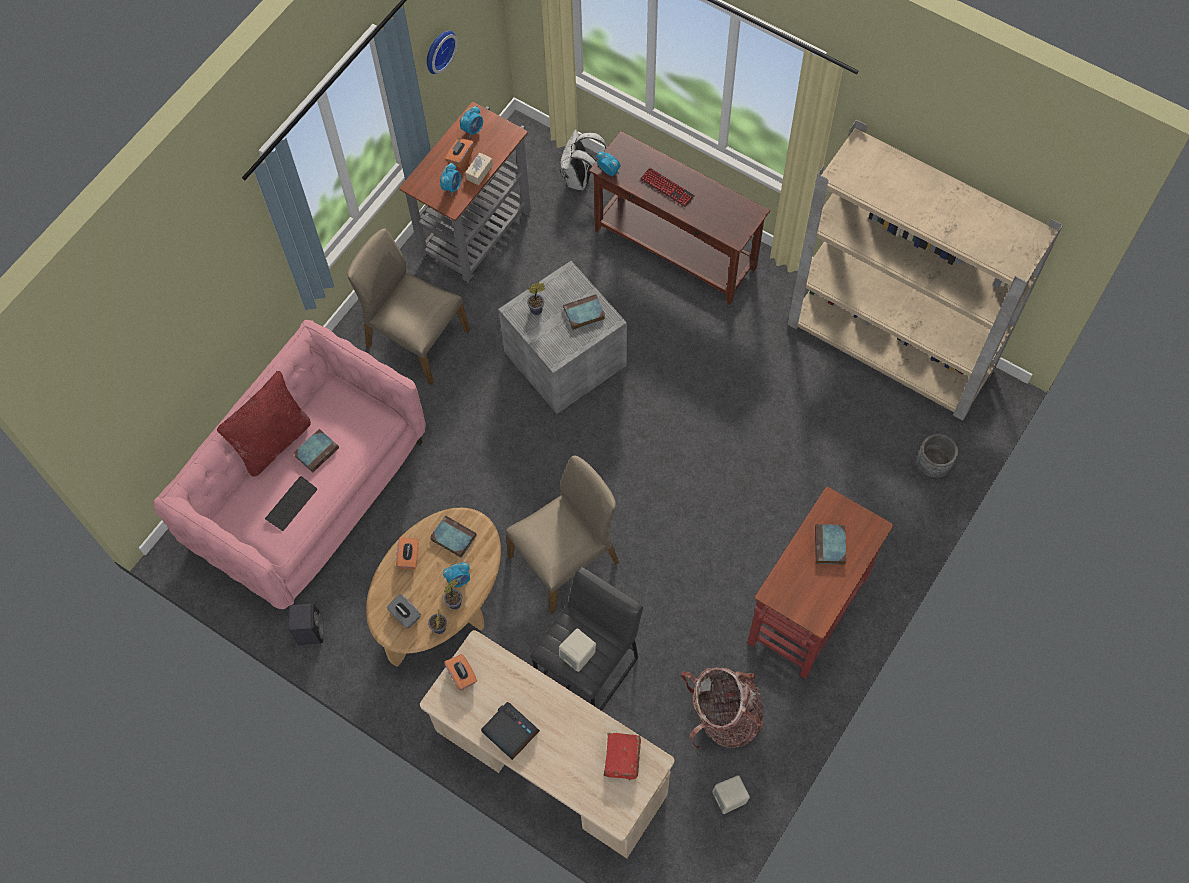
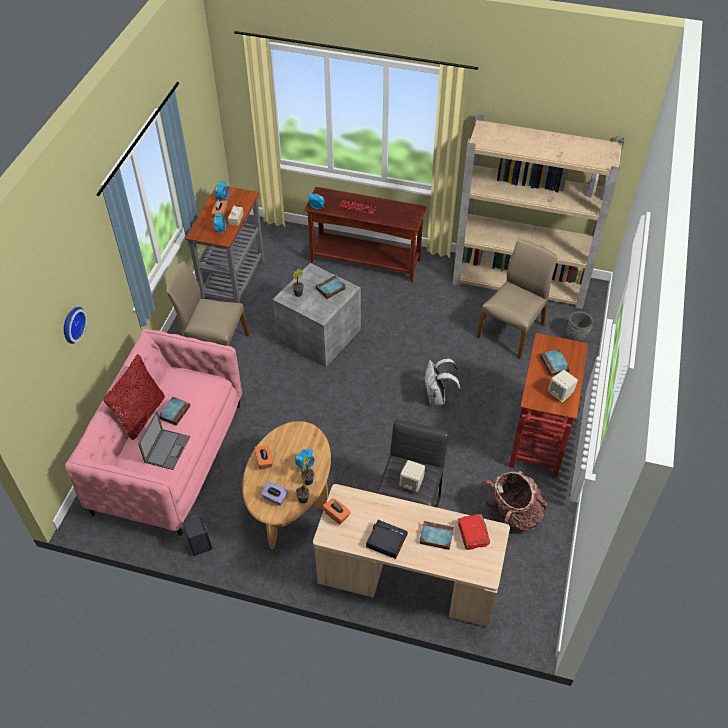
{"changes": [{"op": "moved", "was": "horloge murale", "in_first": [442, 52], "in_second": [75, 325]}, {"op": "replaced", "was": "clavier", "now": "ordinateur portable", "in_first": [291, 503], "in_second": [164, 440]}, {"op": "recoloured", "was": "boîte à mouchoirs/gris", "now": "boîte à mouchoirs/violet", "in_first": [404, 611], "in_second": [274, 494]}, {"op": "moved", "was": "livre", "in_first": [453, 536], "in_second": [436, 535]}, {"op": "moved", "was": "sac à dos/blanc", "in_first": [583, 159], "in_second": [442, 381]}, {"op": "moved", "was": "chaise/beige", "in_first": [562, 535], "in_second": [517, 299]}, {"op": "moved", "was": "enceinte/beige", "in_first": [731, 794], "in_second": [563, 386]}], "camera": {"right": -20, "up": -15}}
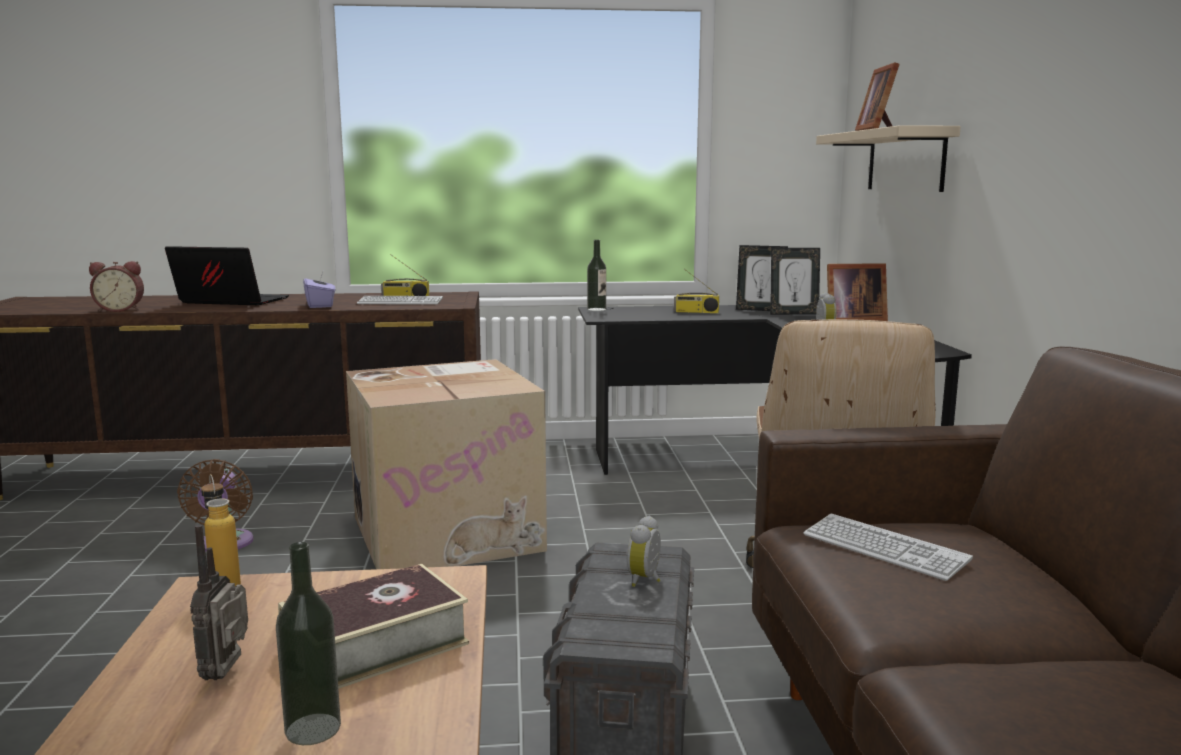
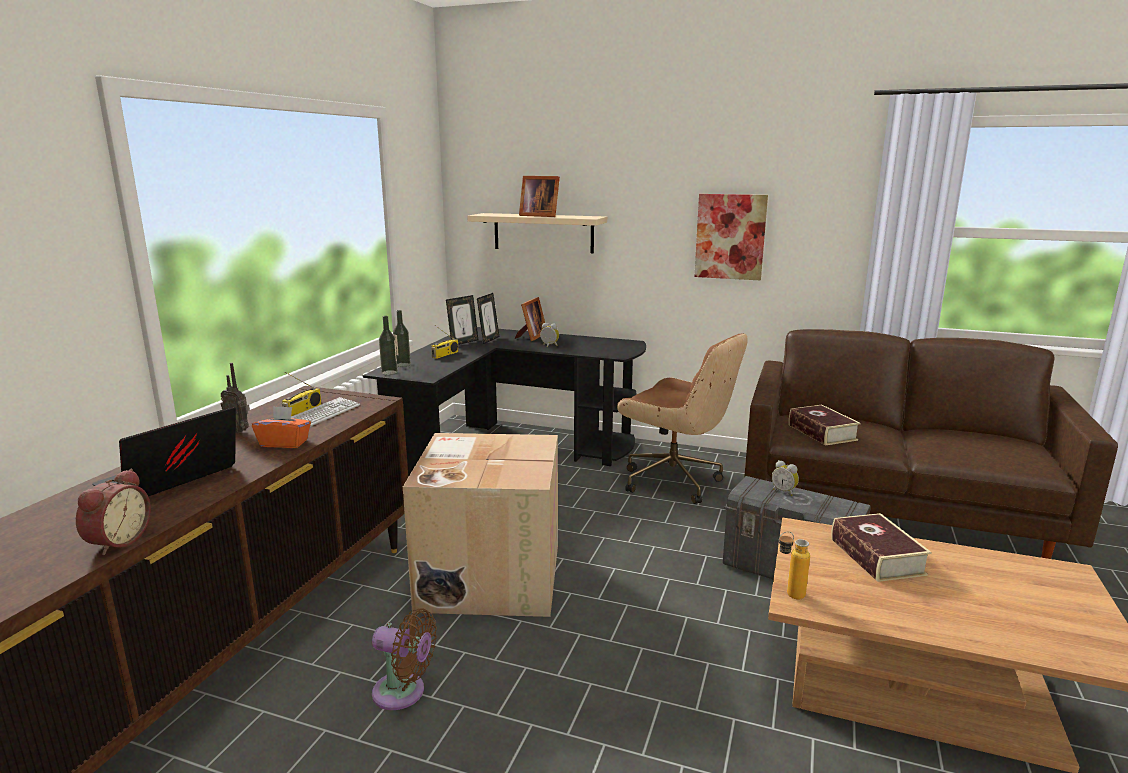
{"changes": [{"op": "moved", "was": "radio", "in_first": [219, 602], "in_second": [235, 398]}, {"op": "recoloured", "was": "boîte à mouchoirs/violet", "now": "boîte à mouchoirs/orange", "in_first": [319, 290], "in_second": [281, 427]}, {"op": "moved", "was": "bouteille", "in_first": [308, 643], "in_second": [402, 338]}, {"op": "added", "now": "tableau", "in_second": [731, 237]}, {"op": "replaced", "was": "clavier", "now": "livre", "in_first": [888, 547], "in_second": [825, 425]}], "camera": {"right": -65, "up": 5}}
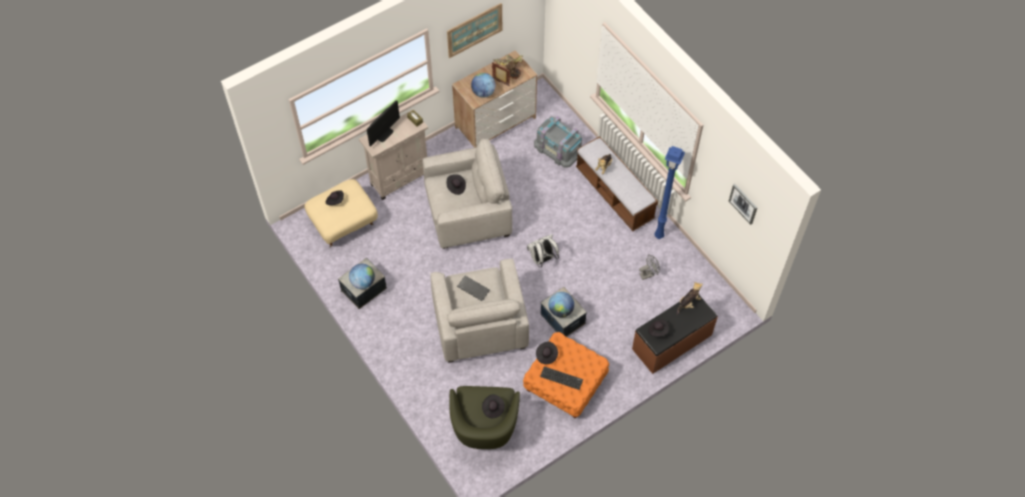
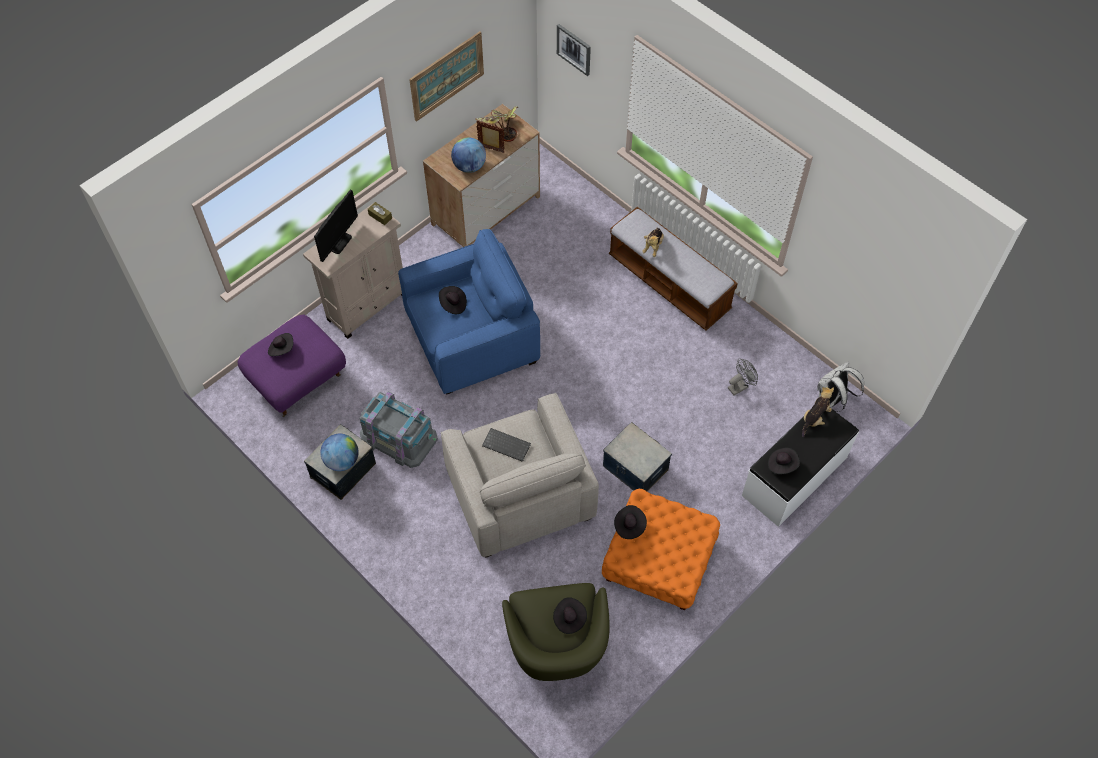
{"changes": [{"op": "recoloured", "was": "pouf/beige", "now": "pouf/violet", "in_first": [341, 213], "in_second": [292, 365]}, {"op": "moved", "was": "boîte de rangement/gris", "in_first": [558, 142], "in_second": [399, 430]}, {"op": "recoloured", "was": "fauteuil/gris", "now": "fauteuil/bleu", "in_first": [467, 194], "in_second": [469, 312]}, {"op": "moved", "was": "tableau", "in_first": [743, 204], "in_second": [574, 50]}, {"op": "recoloured", "was": "banc/marron", "now": "banc/blanc", "in_first": [675, 334], "in_second": [800, 467]}, {"op": "moved", "was": "sac à dos/blanc", "in_first": [543, 251], "in_second": [840, 387]}, {"op": "removed", "was": "clavier", "in_first": [561, 378]}, {"op": "removed", "was": "globe", "in_first": [561, 305]}, {"op": "removed", "was": "lampadaire/bleu", "in_first": [669, 192]}], "camera": {"right": -10, "up": 0}}
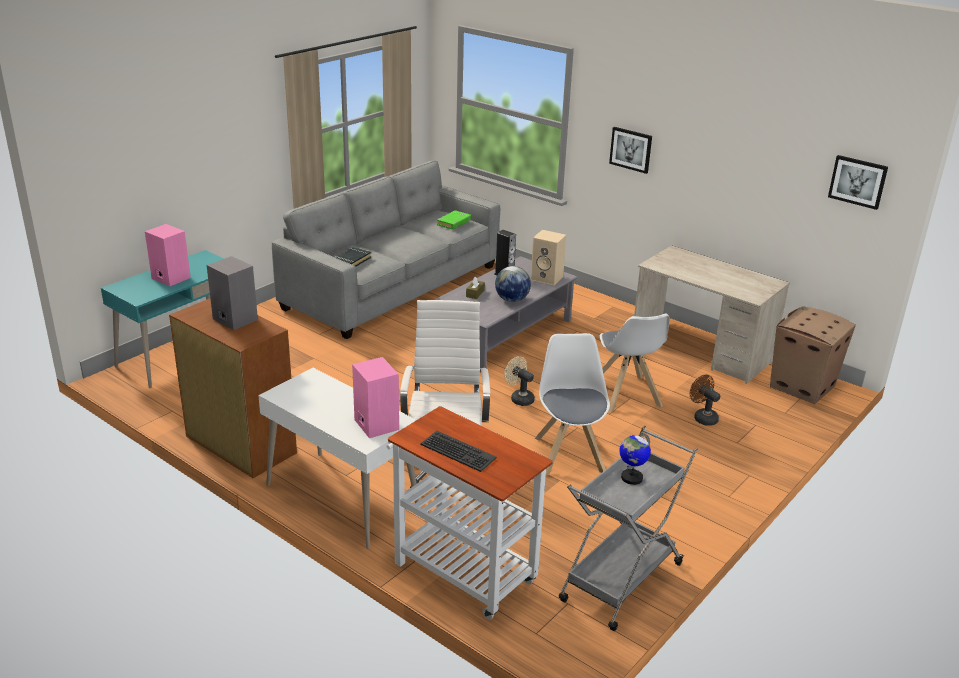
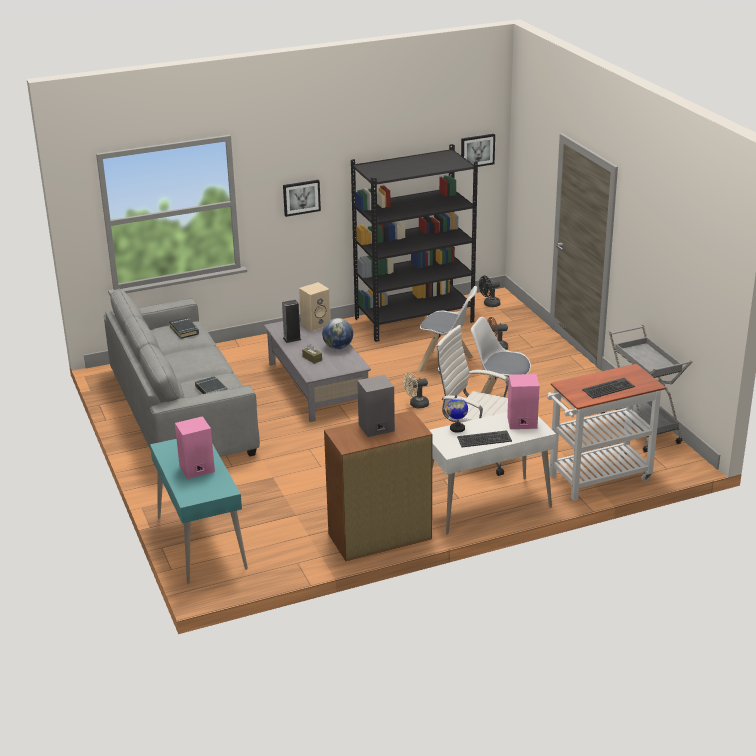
{"changes": [{"op": "recoloured", "was": "livre/vert", "now": "livre/noir", "in_first": [454, 220], "in_second": [184, 328]}, {"op": "replaced", "was": "bureau/beige", "now": "bibliothèque/noir", "in_first": [712, 314], "in_second": [414, 243]}, {"op": "moved", "was": "globe", "in_first": [635, 459], "in_second": [457, 413]}, {"op": "added", "now": "clavier", "in_second": [484, 438]}, {"op": "replaced", "was": "carton", "now": "ventilateur/noir", "in_first": [813, 355], "in_second": [490, 291]}], "camera": {"right": -60, "up": 0}}
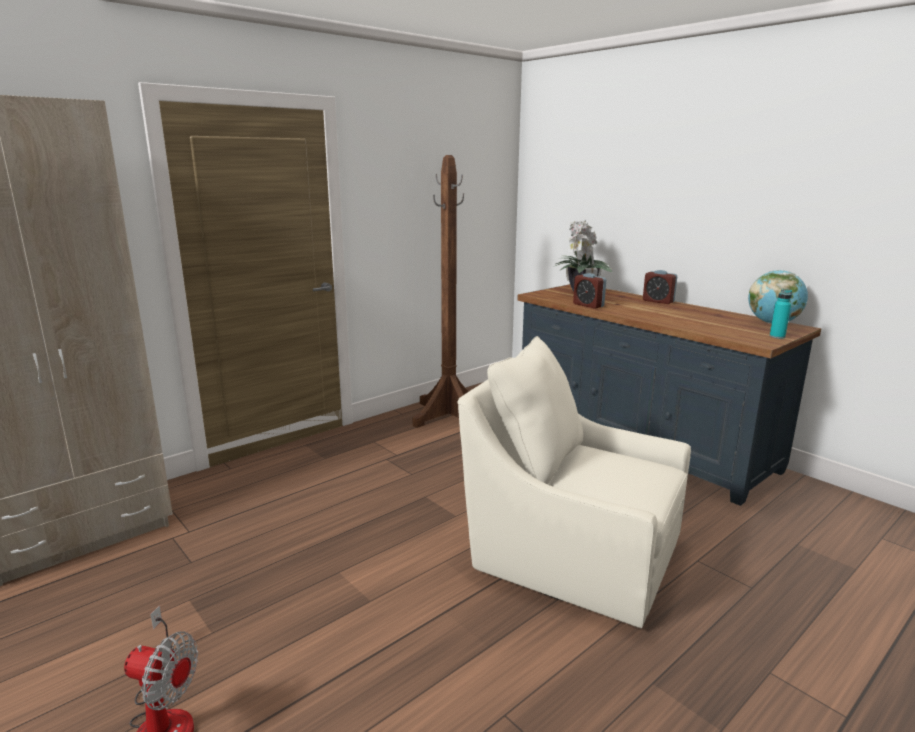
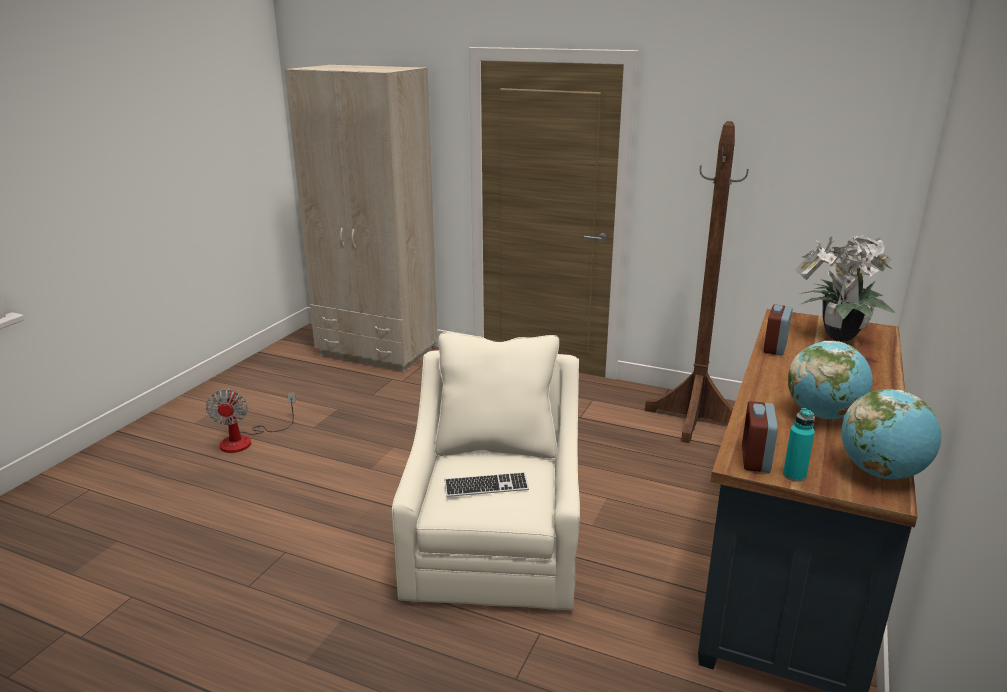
{"changes": [{"op": "added", "now": "clavier", "in_second": [487, 484]}, {"op": "moved", "was": "réveil", "in_first": [660, 287], "in_second": [760, 437]}, {"op": "added", "now": "globe", "in_second": [830, 380]}], "camera": {"right": 65, "up": 5}}
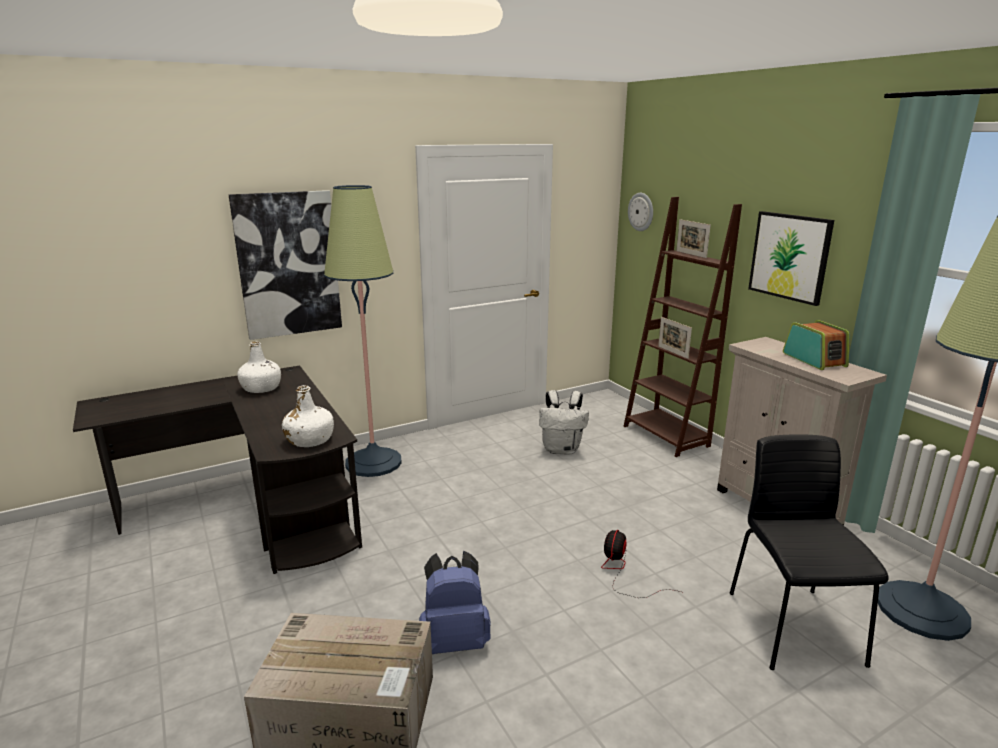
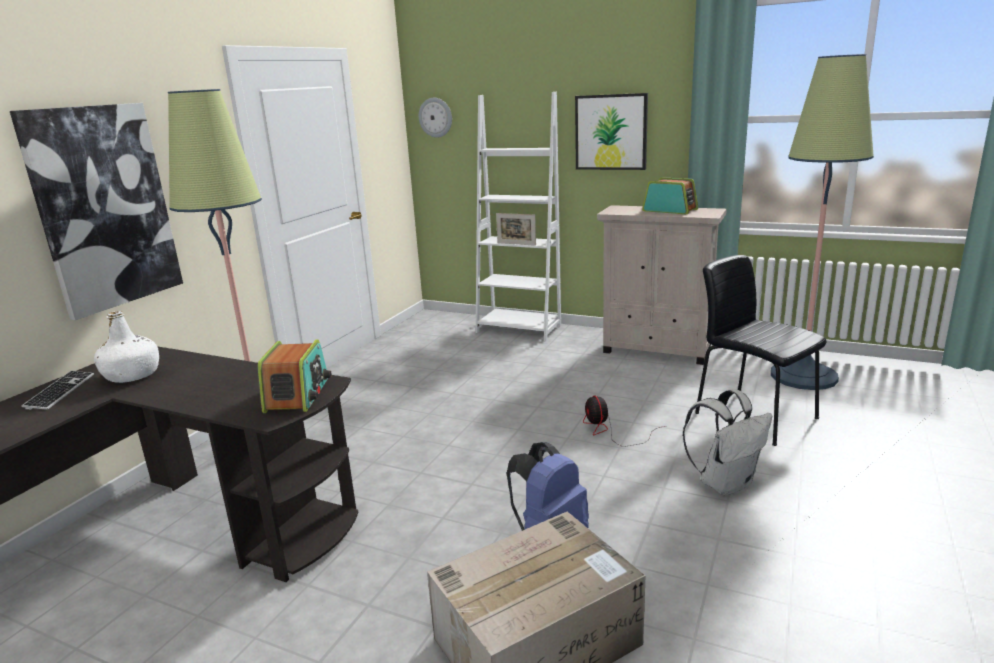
{"changes": [{"op": "added", "now": "clavier", "in_second": [57, 390]}, {"op": "replaced", "was": "bouteille/blanc", "now": "radio", "in_first": [308, 416], "in_second": [295, 376]}, {"op": "recoloured", "was": "bibliothèque/marron", "now": "bibliothèque/blanc", "in_first": [682, 327], "in_second": [518, 216]}, {"op": "moved", "was": "sac à dos/blanc", "in_first": [564, 422], "in_second": [727, 442]}, {"op": "removed", "was": "cadre photo", "in_first": [693, 238]}], "camera": {"right": -35, "up": 0}}
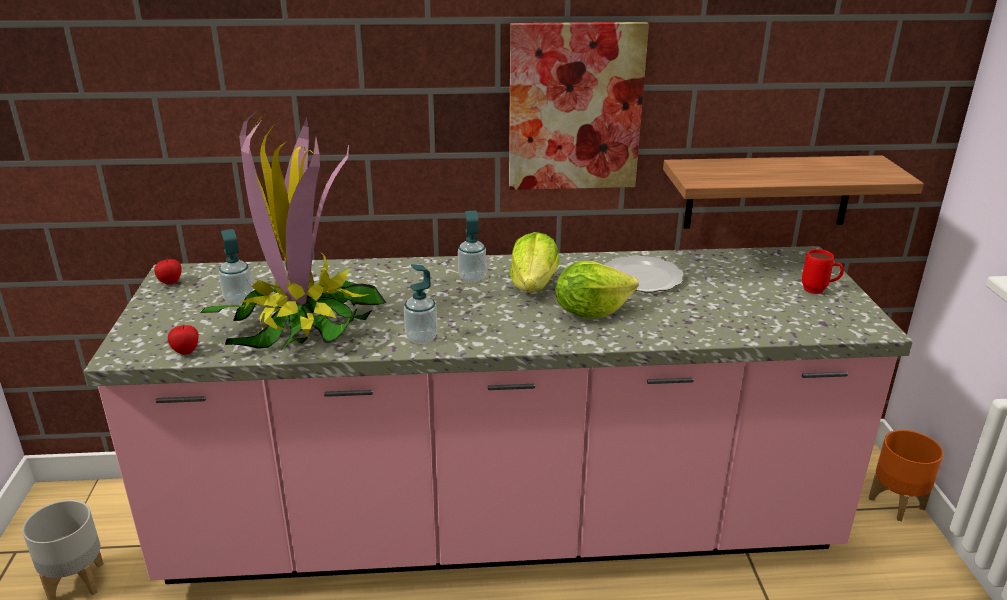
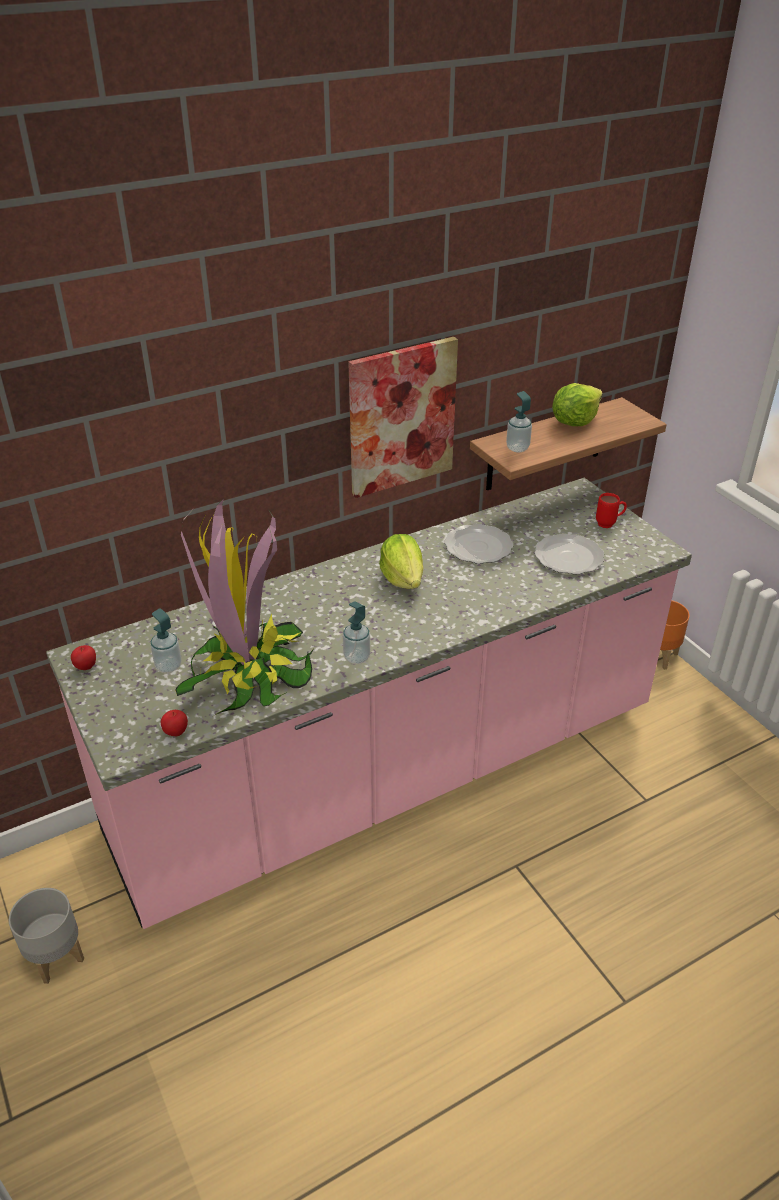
{"changes": [{"op": "moved", "was": "distributeur de savon", "in_first": [472, 247], "in_second": [519, 421]}, {"op": "added", "now": "assiette", "in_second": [569, 554]}, {"op": "moved", "was": "laitue", "in_first": [597, 289], "in_second": [577, 404]}], "camera": {"right": -25, "up": 10}}
